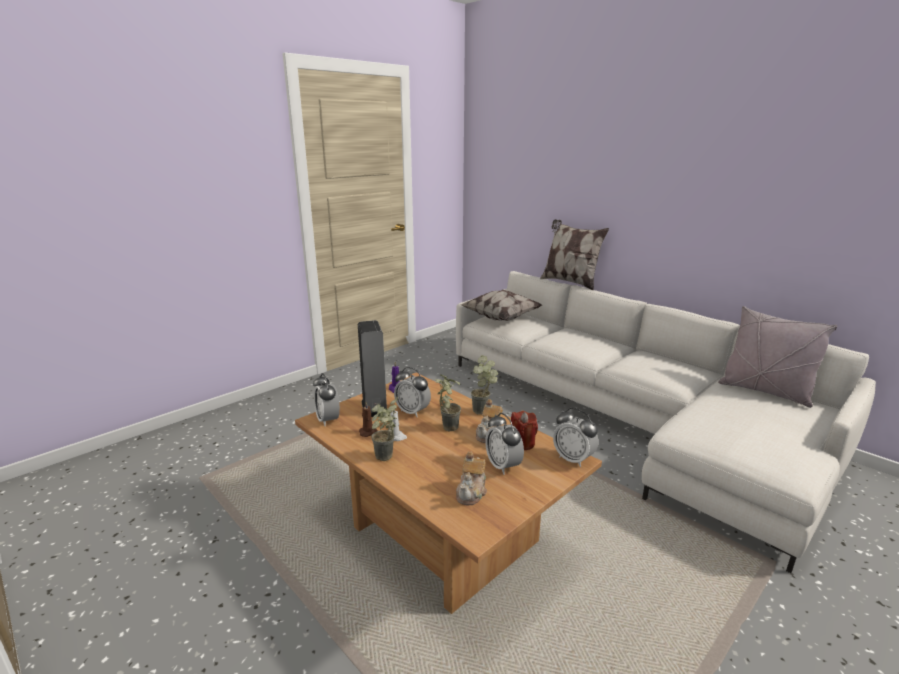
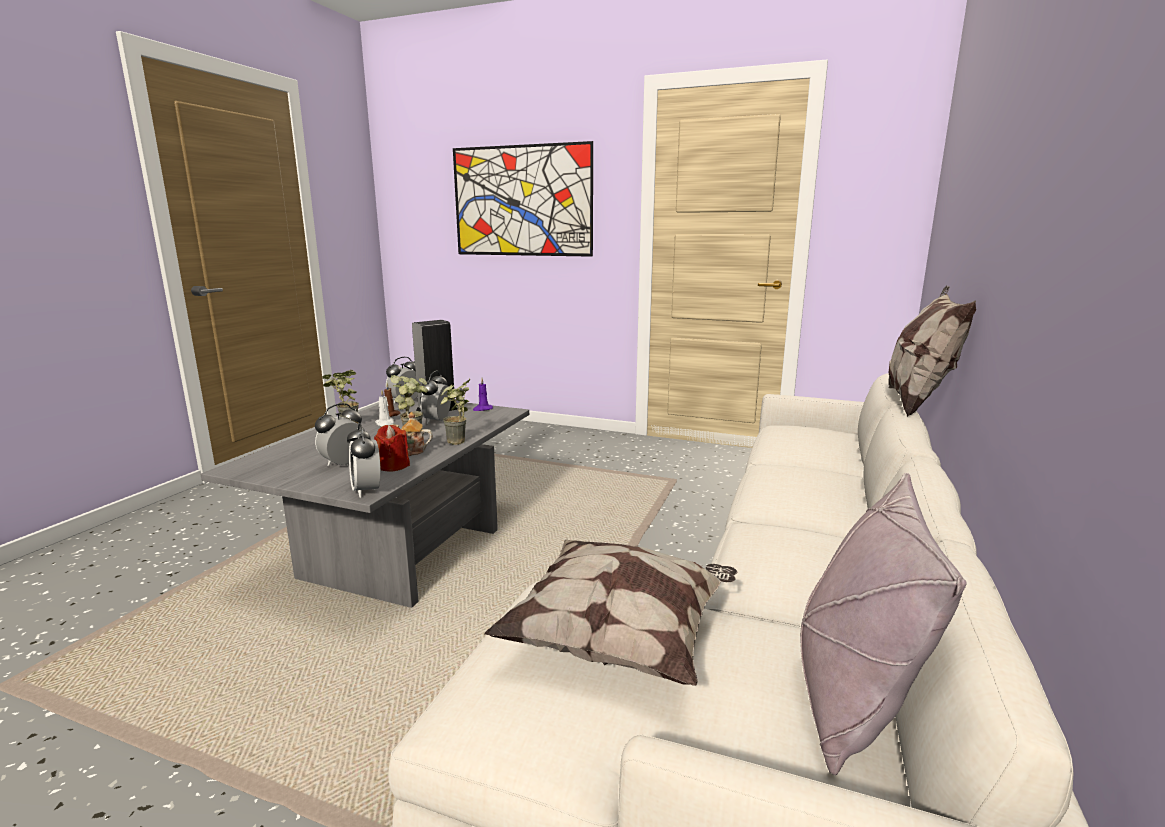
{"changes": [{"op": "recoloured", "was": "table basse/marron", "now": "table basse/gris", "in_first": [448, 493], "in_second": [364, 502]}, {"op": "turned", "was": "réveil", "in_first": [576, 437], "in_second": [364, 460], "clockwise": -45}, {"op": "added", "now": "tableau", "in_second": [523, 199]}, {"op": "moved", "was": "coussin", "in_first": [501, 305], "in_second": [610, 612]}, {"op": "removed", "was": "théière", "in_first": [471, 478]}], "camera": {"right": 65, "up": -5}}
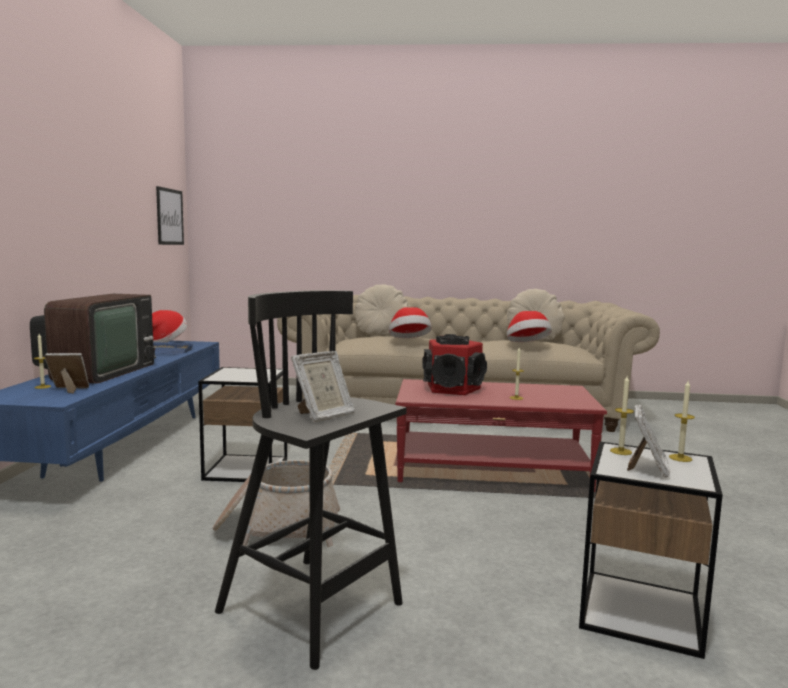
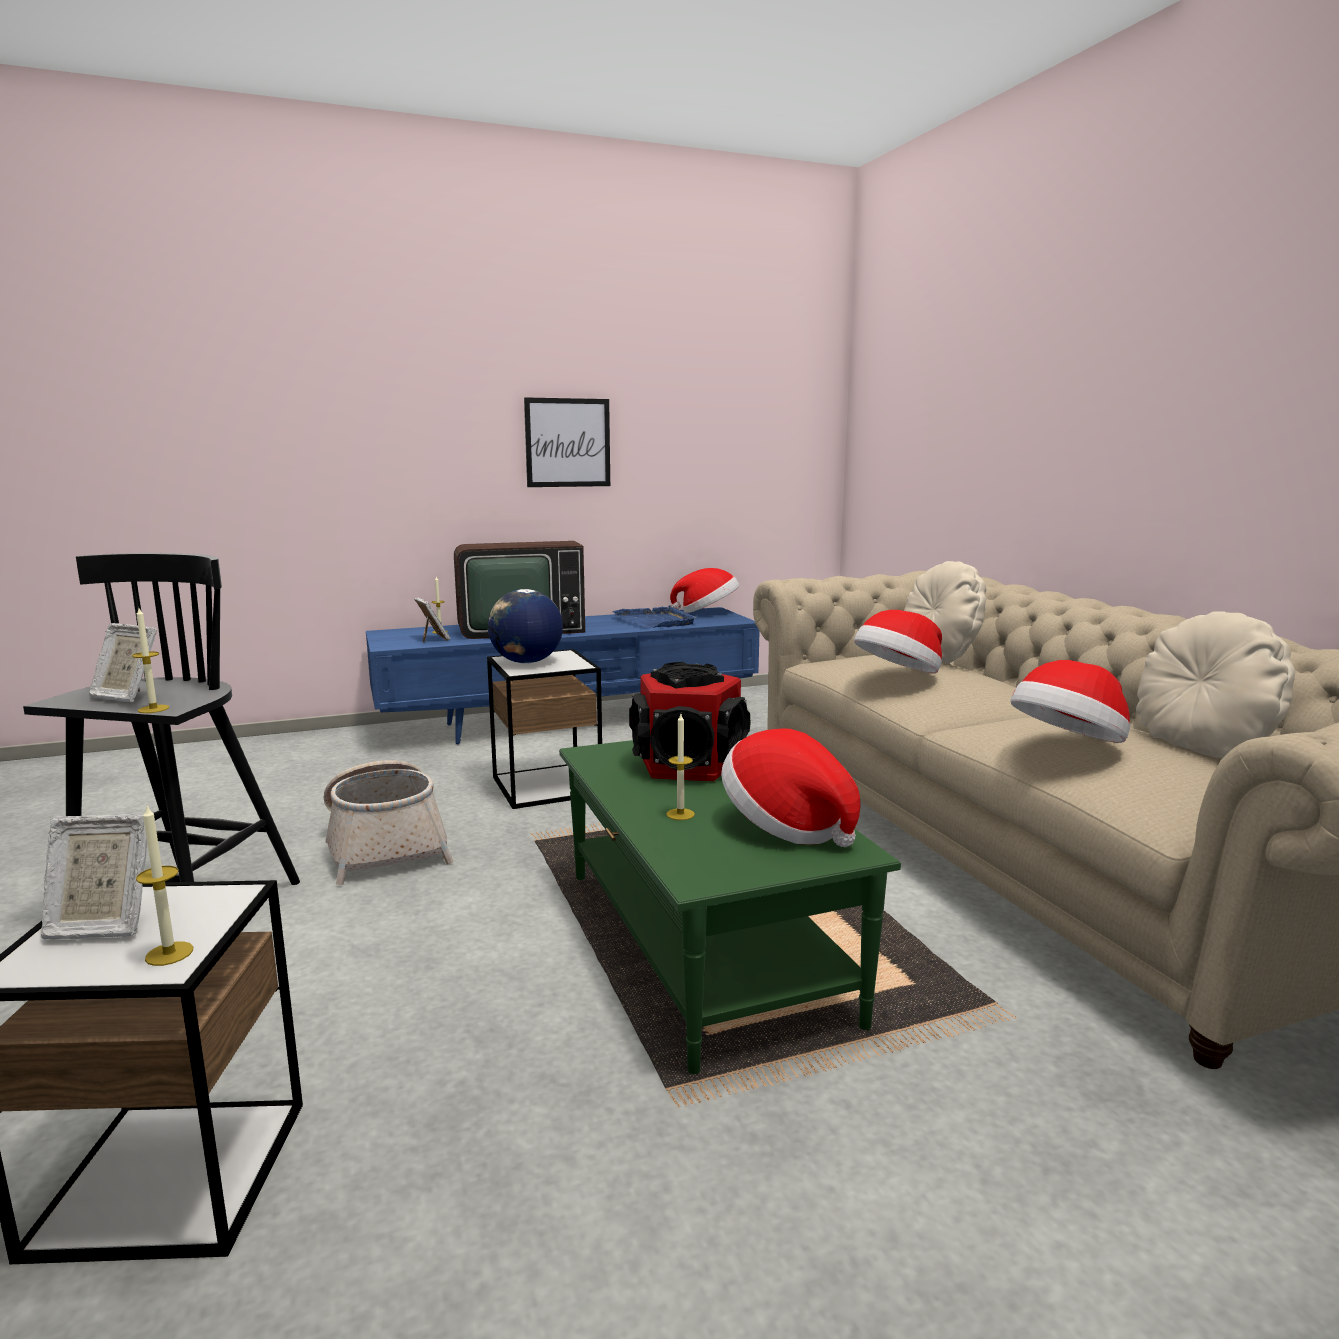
{"changes": [{"op": "moved", "was": "bougie", "in_first": [622, 415], "in_second": [150, 660]}, {"op": "added", "now": "globe", "in_second": [525, 626]}, {"op": "moved", "was": "tableau", "in_first": [170, 215], "in_second": [567, 442]}, {"op": "recoloured", "was": "table basse/rouge", "now": "table basse/vert", "in_first": [501, 435], "in_second": [730, 907]}, {"op": "added", "now": "chapeau", "in_second": [790, 787]}], "camera": {"right": 65, "up": 5}}
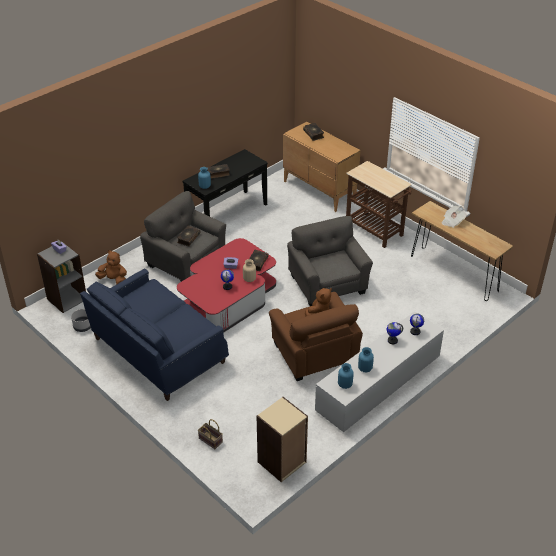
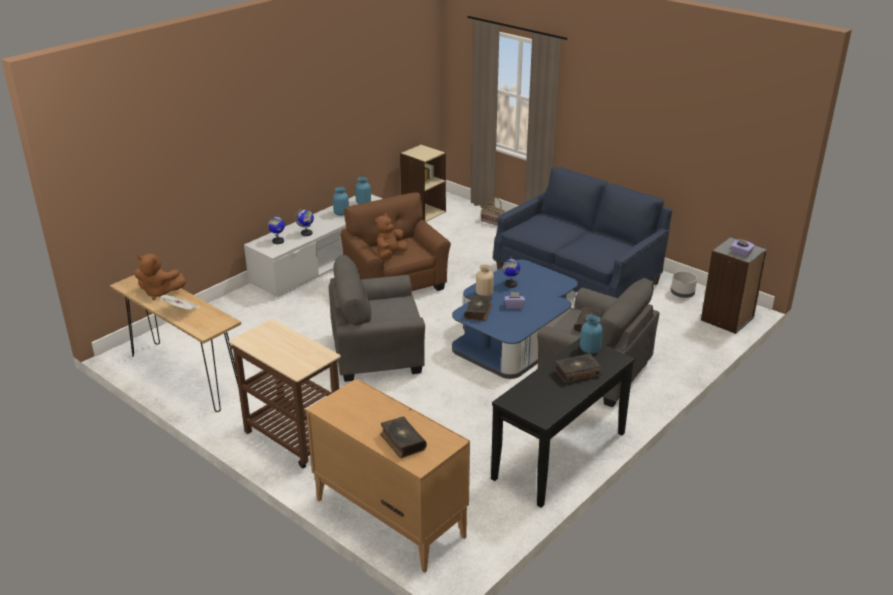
{"changes": [{"op": "moved", "was": "peluche/marron", "in_first": [111, 267], "in_second": [160, 277]}, {"op": "turned", "was": "fauteuil/gris", "in_first": [330, 261], "in_second": [377, 318], "clockwise": 105}, {"op": "recoloured", "was": "table basse/rouge", "now": "table basse/bleu", "in_first": [226, 285], "in_second": [515, 319]}], "camera": {"right": 175, "up": -10}}
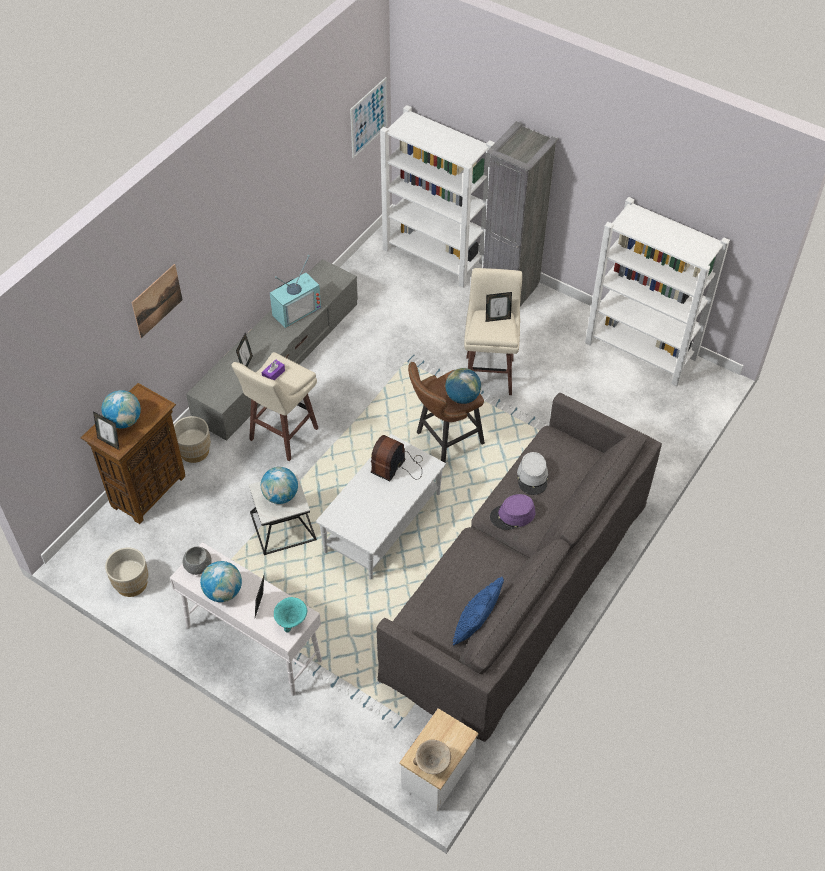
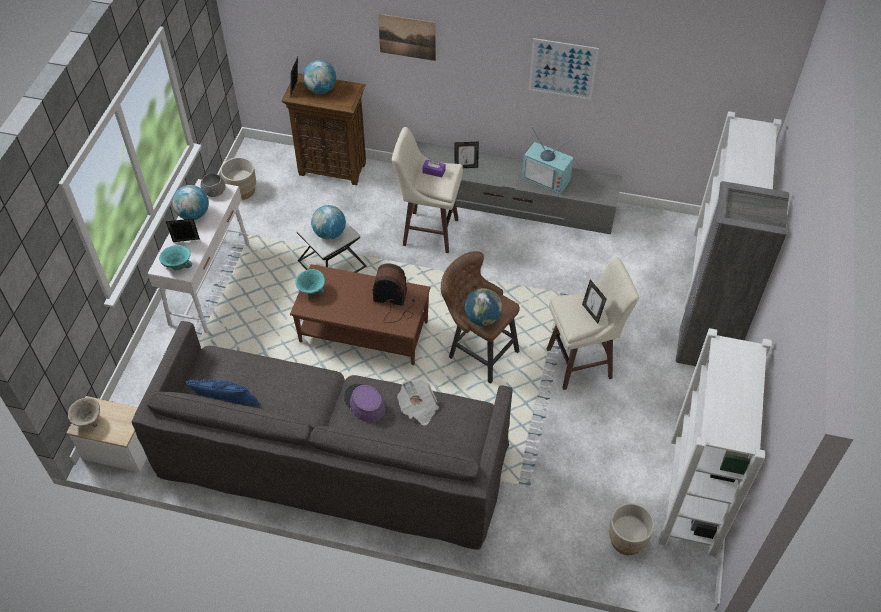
{"changes": [{"op": "recoloured", "was": "table basse/blanc", "now": "table basse/marron", "in_first": [381, 506], "in_second": [360, 314]}, {"op": "added", "now": "bol/turquoise", "in_second": [310, 281]}, {"op": "replaced", "was": "chapeau/gris", "now": "journal", "in_first": [532, 473], "in_second": [418, 403]}, {"op": "moved", "was": "tableau", "in_first": [369, 118], "in_second": [564, 69]}, {"op": "moved", "was": "cache-pot/beige", "in_first": [192, 439], "in_second": [632, 529]}], "camera": {"right": 70, "up": 0}}
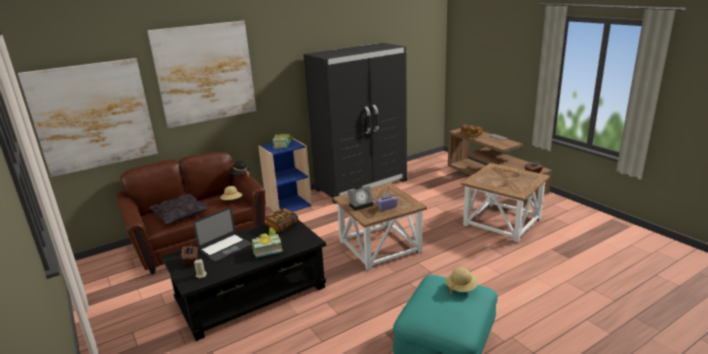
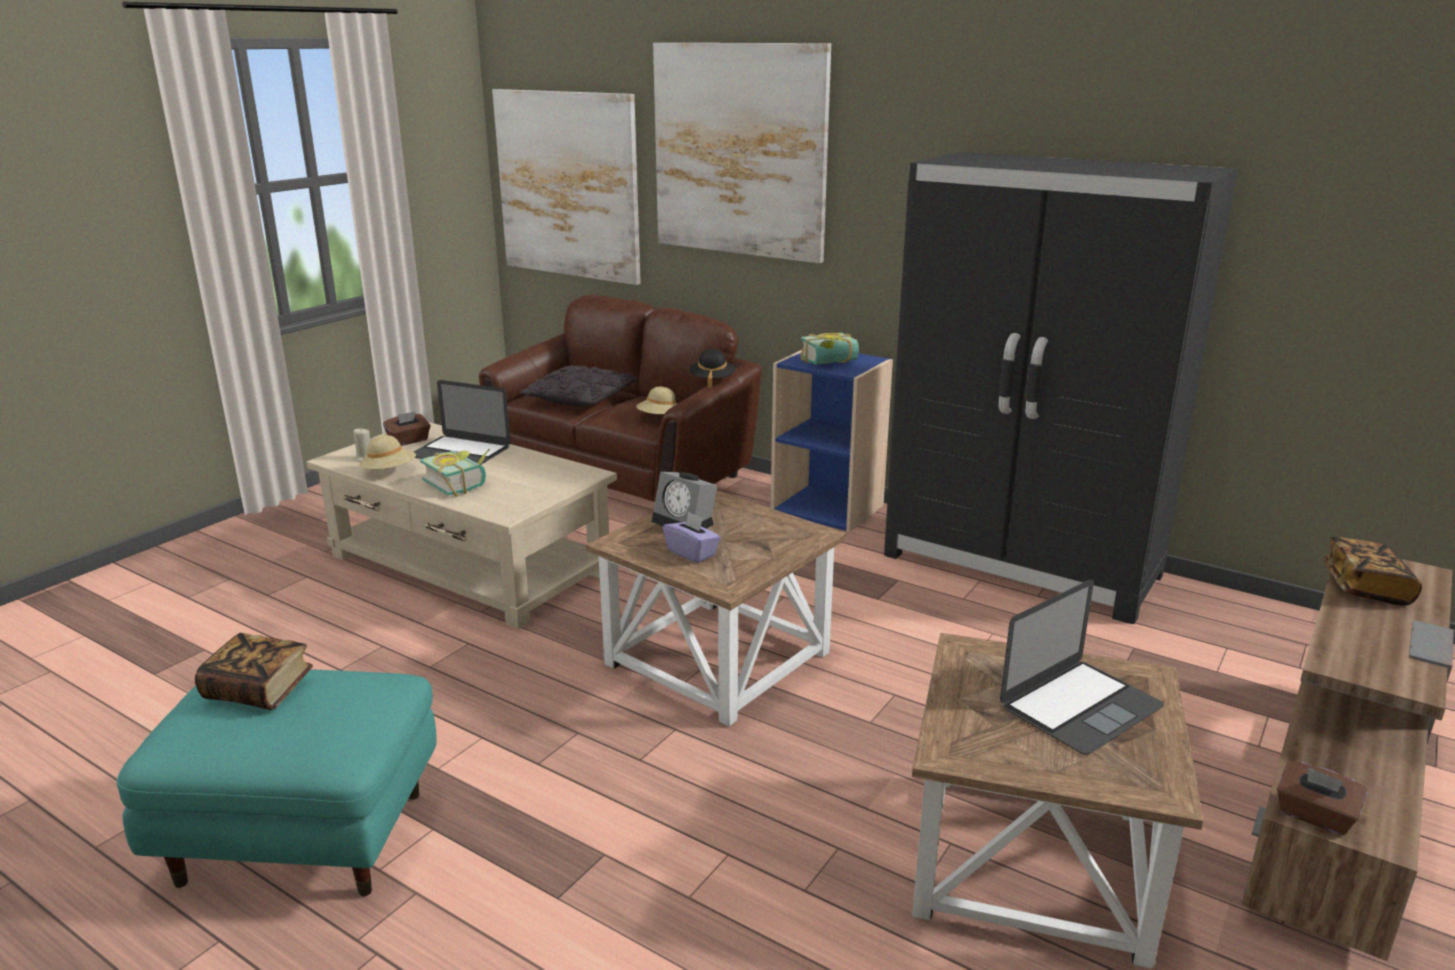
{"changes": [{"op": "moved", "was": "livre", "in_first": [281, 220], "in_second": [254, 671]}, {"op": "recoloured", "was": "table basse/noir", "now": "table basse/beige", "in_first": [244, 280], "in_second": [461, 525]}, {"op": "moved", "was": "chapeau/beige", "in_first": [462, 280], "in_second": [387, 452]}, {"op": "added", "now": "ordinateur portable", "in_second": [1082, 667]}], "camera": {"right": 65, "up": 0}}
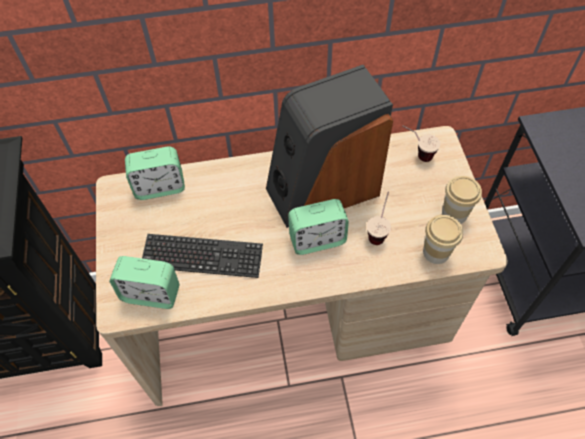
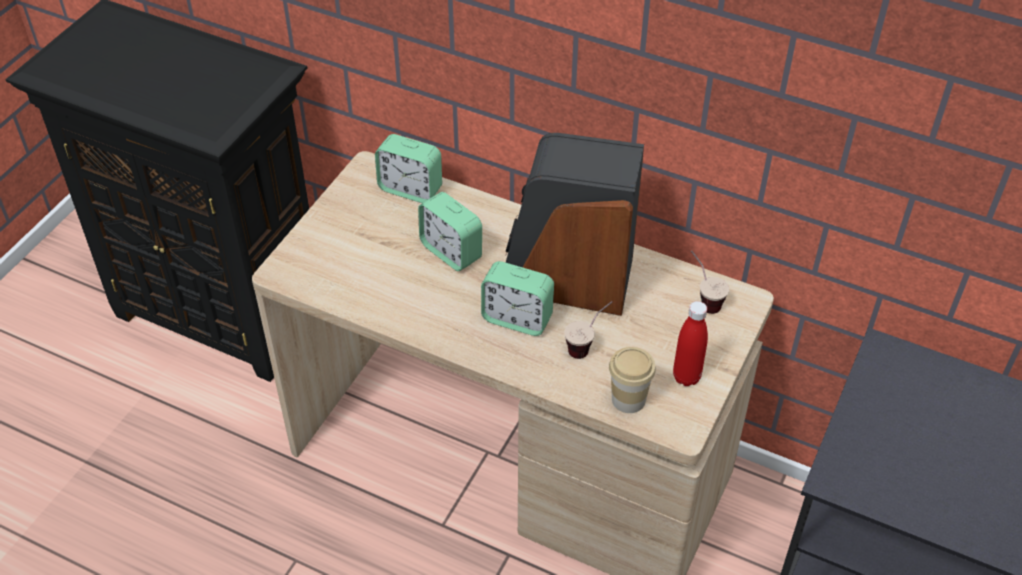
{"changes": [{"op": "moved", "was": "réveil", "in_first": [144, 282], "in_second": [450, 231]}, {"op": "replaced", "was": "tasse", "now": "bouteille/rouge", "in_first": [462, 200], "in_second": [690, 343]}, {"op": "removed", "was": "clavier", "in_first": [202, 256]}], "camera": {"right": 35, "up": -10}}
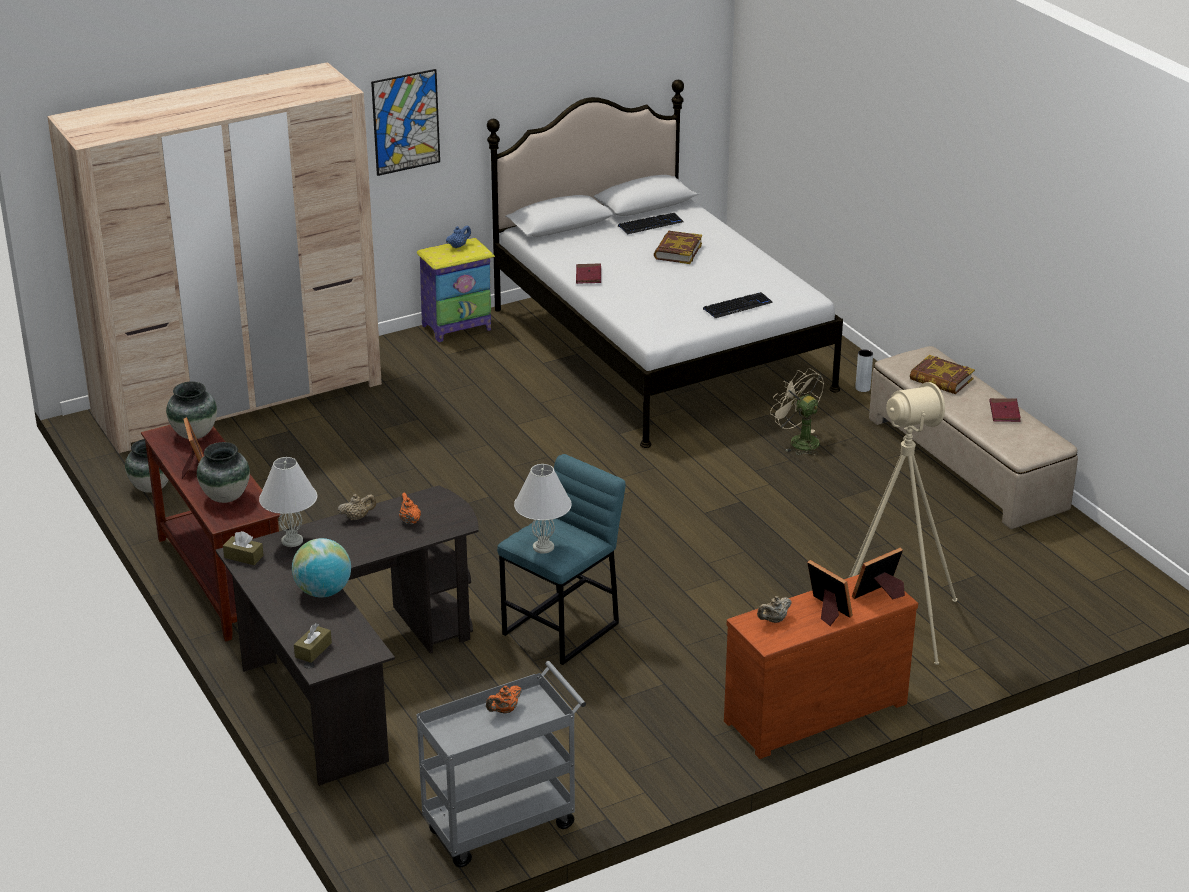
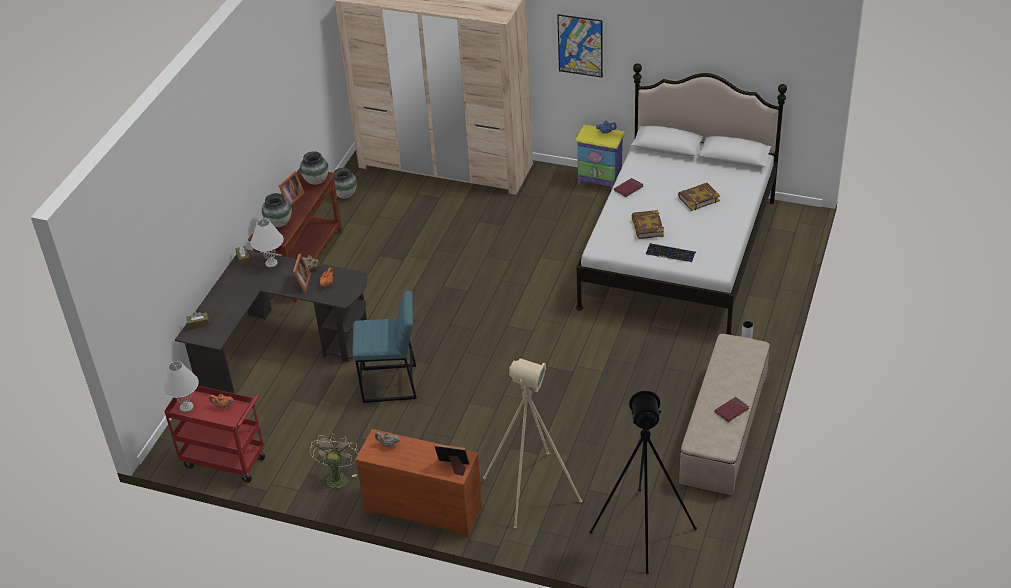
{"changes": [{"op": "moved", "was": "lampe de table/blanc", "in_first": [543, 508], "in_second": [180, 386]}, {"op": "recoloured", "was": "chariot/gris", "now": "chariot/rouge", "in_first": [501, 764], "in_second": [214, 434]}, {"op": "moved", "was": "cadre photo", "in_first": [830, 593], "in_second": [301, 272]}, {"op": "moved", "was": "ventilateur/beige", "in_first": [797, 411], "in_second": [334, 463]}, {"op": "added", "now": "lampadaire/noir", "in_second": [643, 482]}, {"op": "moved", "was": "livre", "in_first": [942, 374], "in_second": [647, 224]}, {"op": "removed", "was": "globe", "in_first": [321, 567]}, {"op": "removed", "was": "clavier", "in_first": [650, 223]}], "camera": {"right": 50, "up": 10}}
